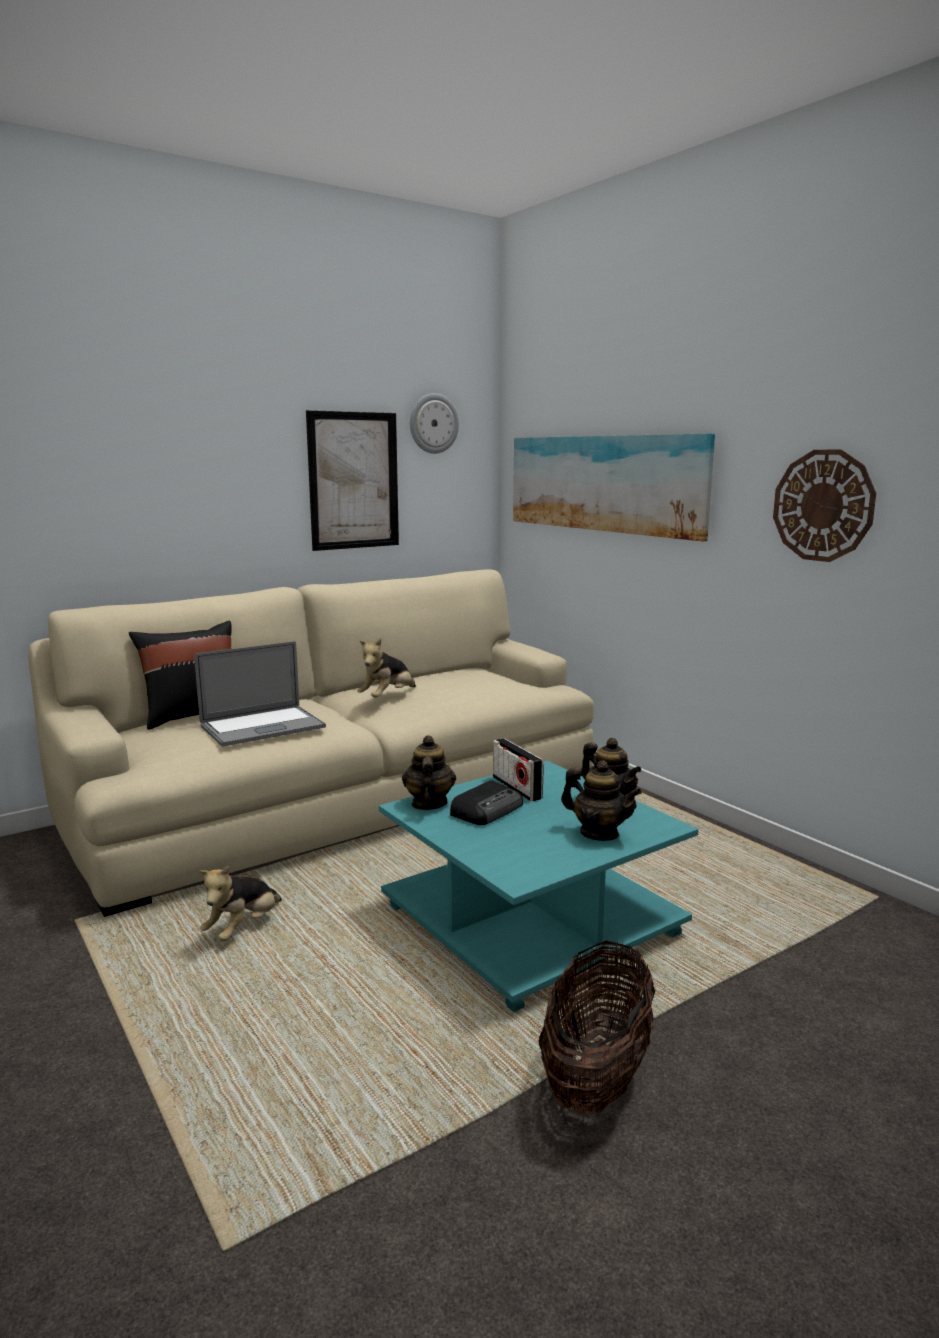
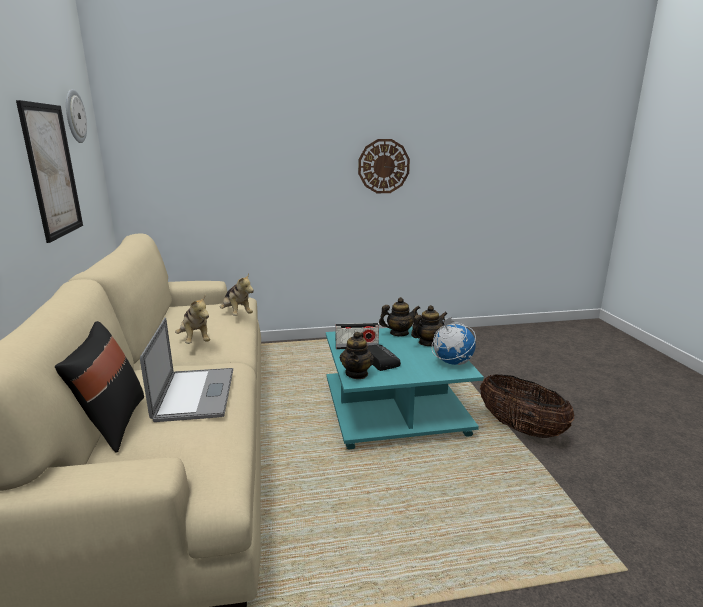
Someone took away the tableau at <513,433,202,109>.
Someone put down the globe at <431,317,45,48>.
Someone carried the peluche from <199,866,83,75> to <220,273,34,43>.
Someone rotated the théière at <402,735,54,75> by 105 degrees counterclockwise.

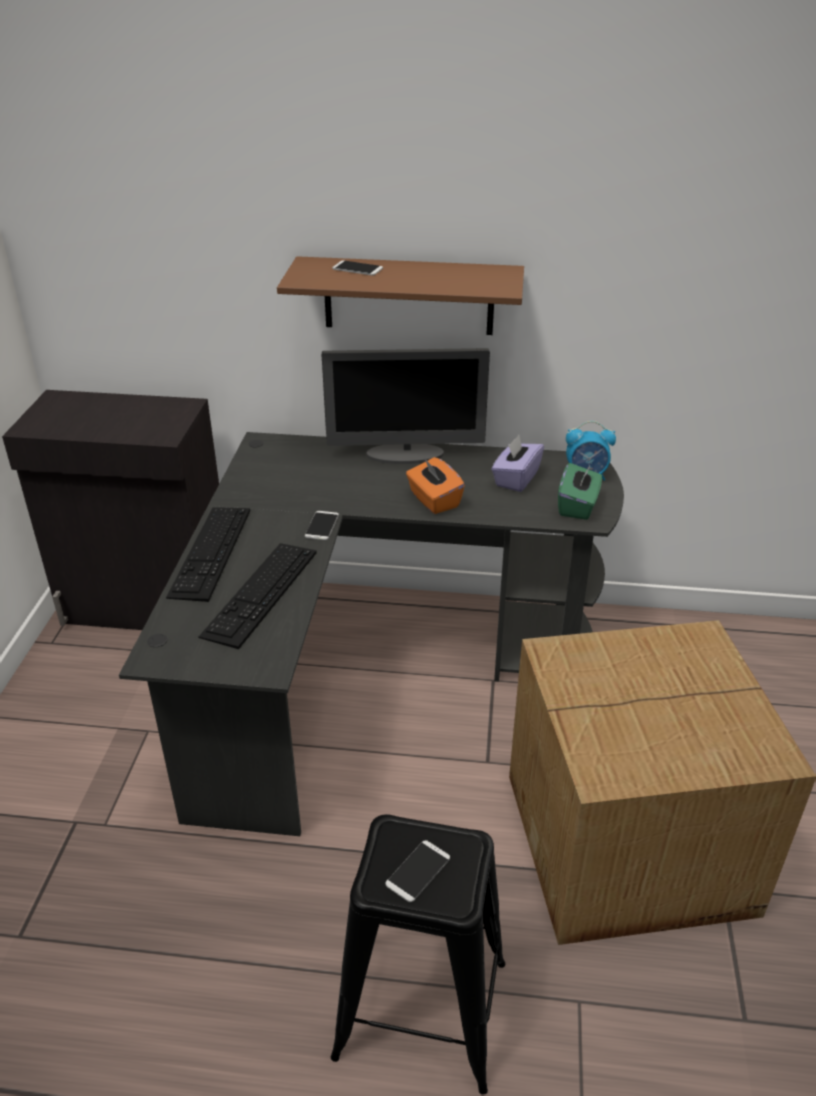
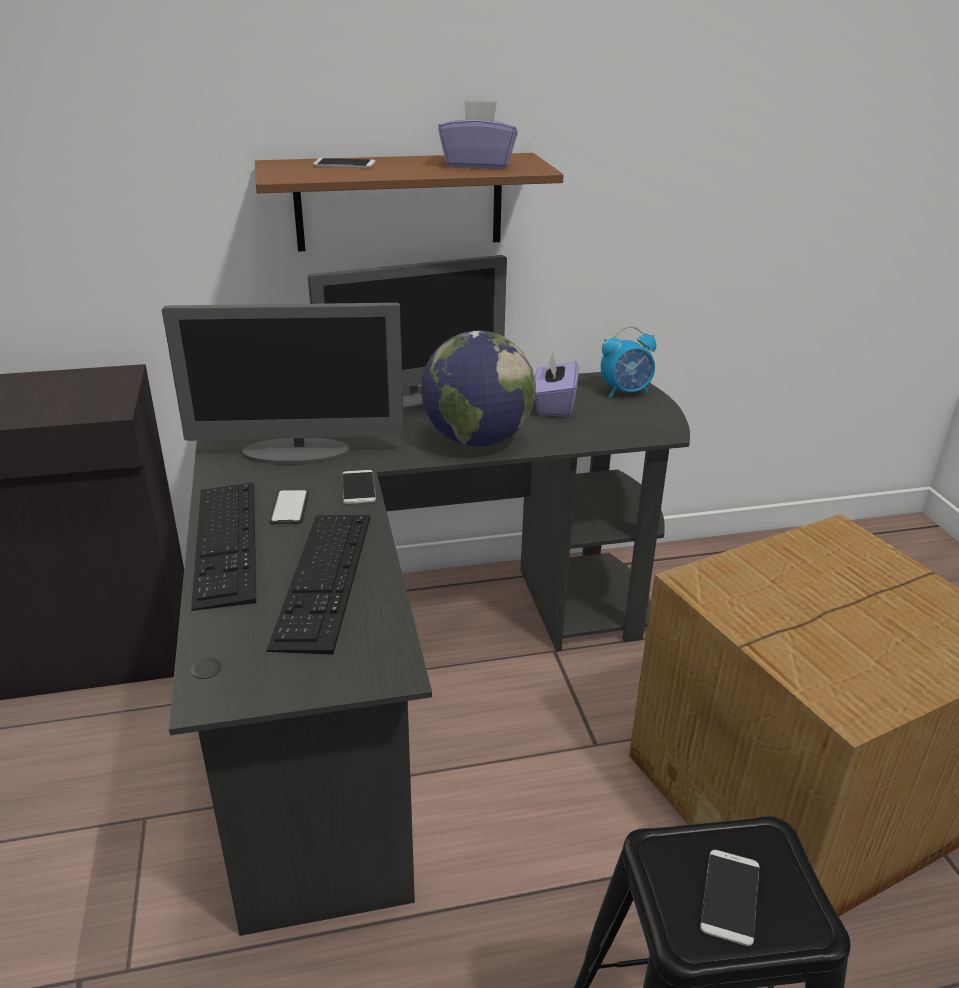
Someone took away the boîte à mouchoirs [vert] at <558,463,44,57>.
Someone put down the écran d'ordinateur at <162,303,242,162>.
Someone put down the téléphone at <269,489,40,35>.
Someone put down the boîte à mouchoirs [violet] at <438,100,80,69>.
Someone swapped the boîte à mouchoirs [orange] at <406,457,59,57> for the globe at <421,331,115,116>.

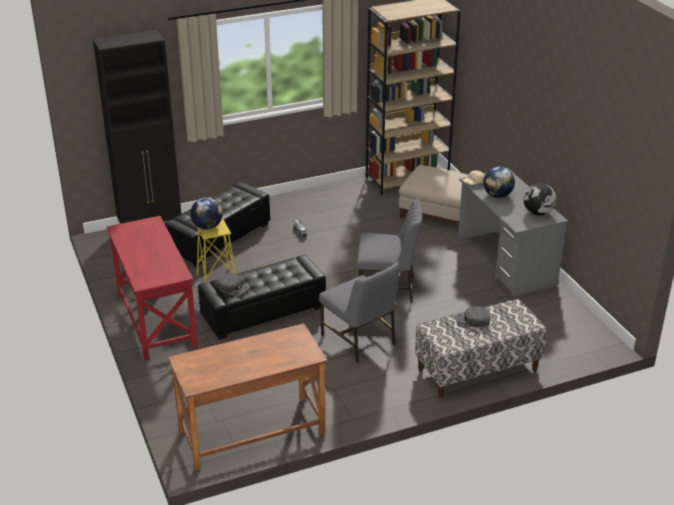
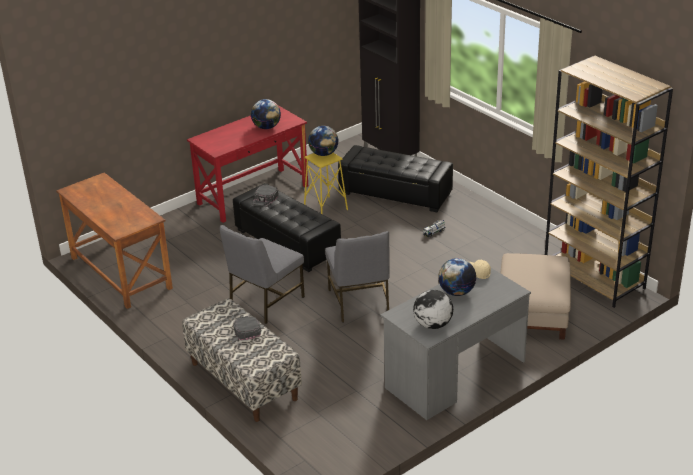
Someone put down the globe at <251,99,30,30>.

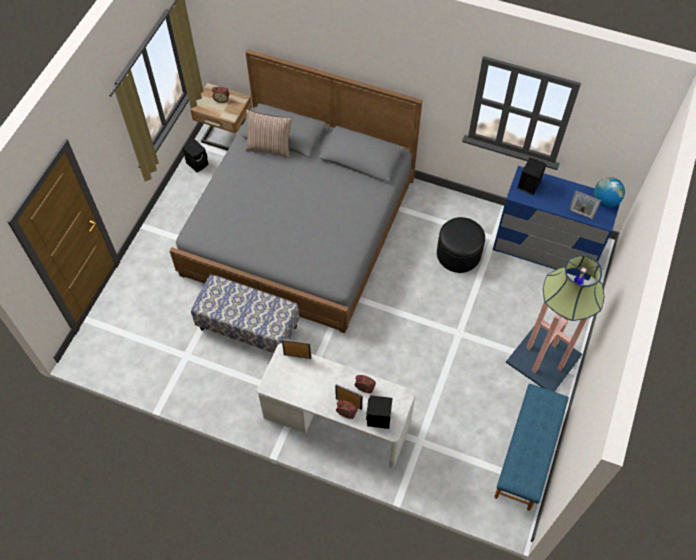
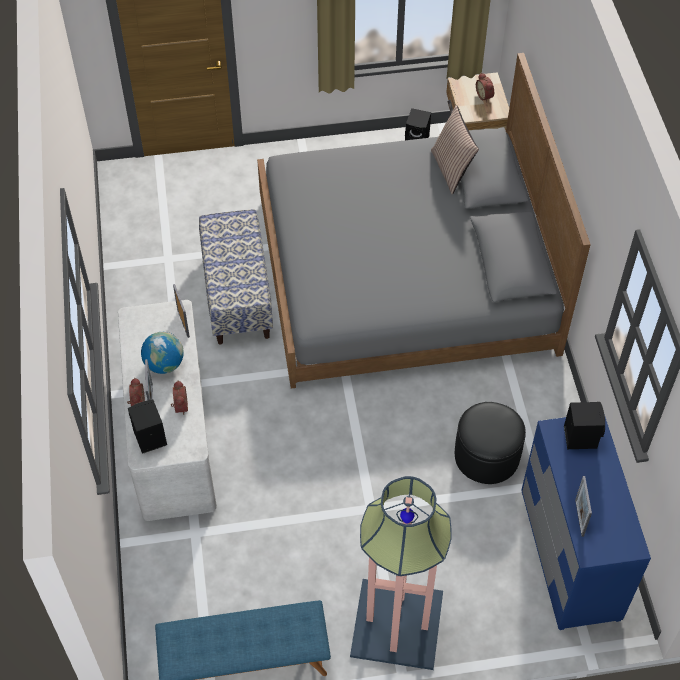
Someone carried the globe from <594,177,31,30> to <141,332,43,42>.

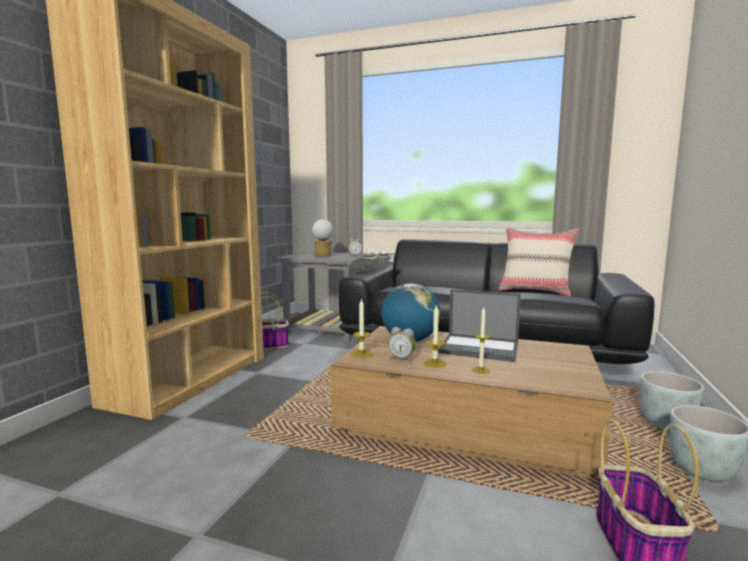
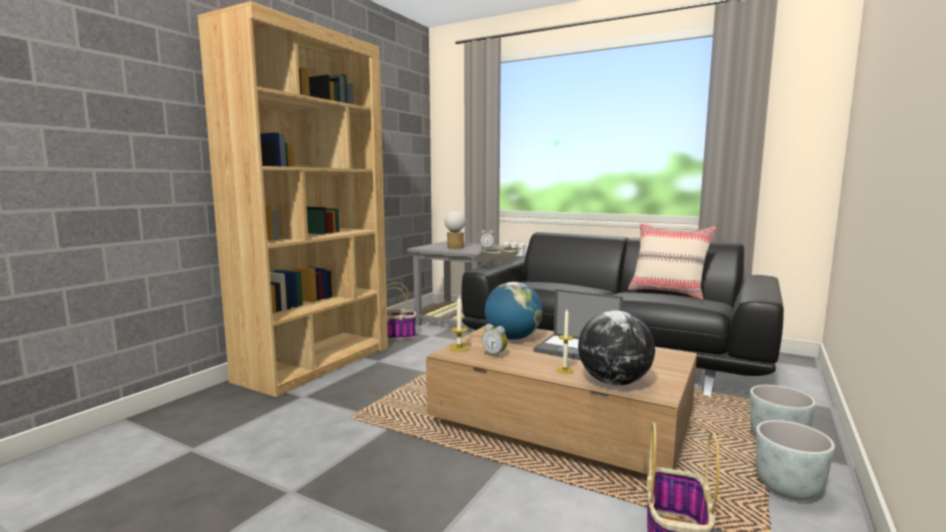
Someone took away the bougie at <424,304,22,64>.
Someone put down the globe at <578,310,77,76>.

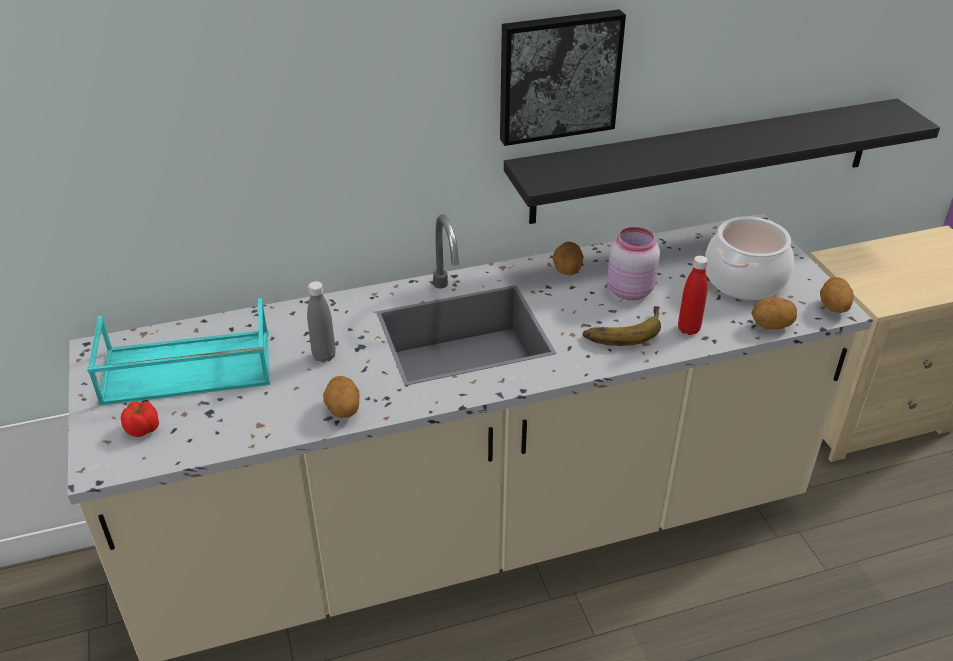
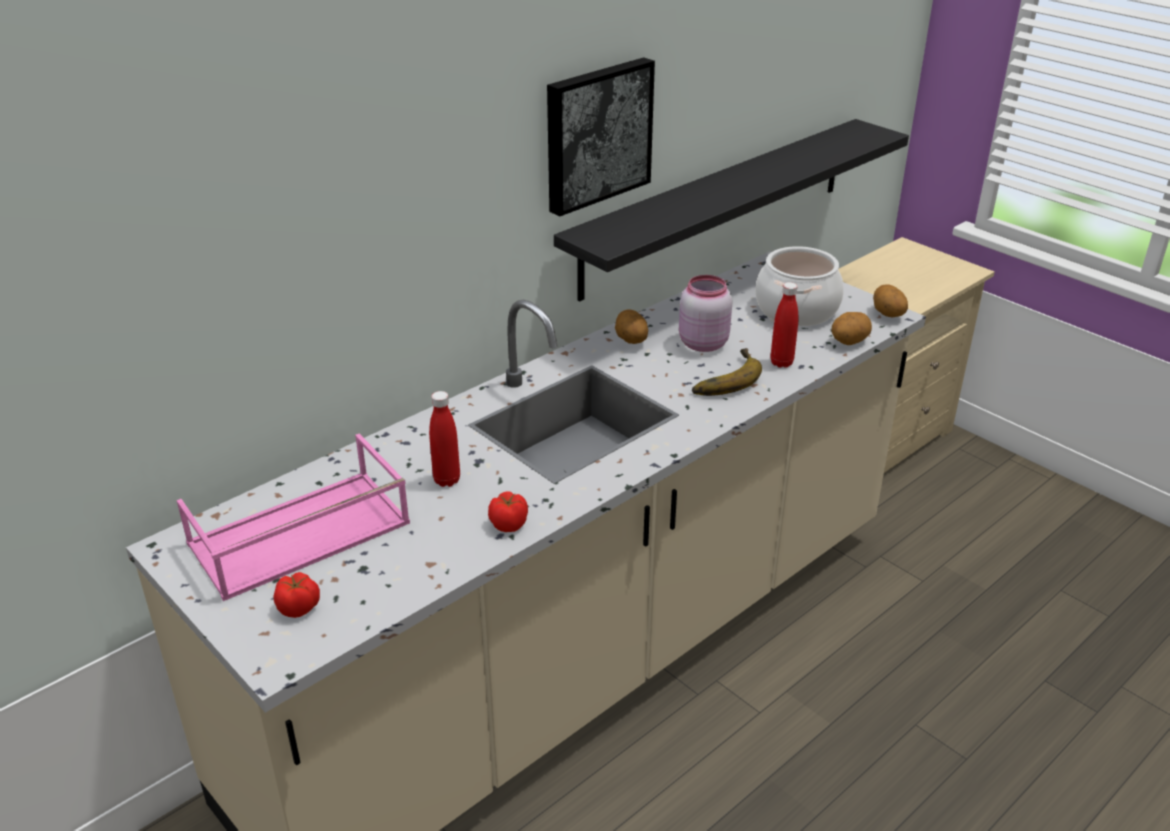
Someone swapped the pomme de terre at <323,376,36,42> for the tomate at <488,491,40,41>.
Someone repainted the plateau [turquoise] at <87,298,183,108>, which became the plateau [rose] at <177,434,233,167>.
Someone repainted the bouteille [gris] at <307,281,29,81>, which became the bouteille [rouge] at <429,391,31,96>.

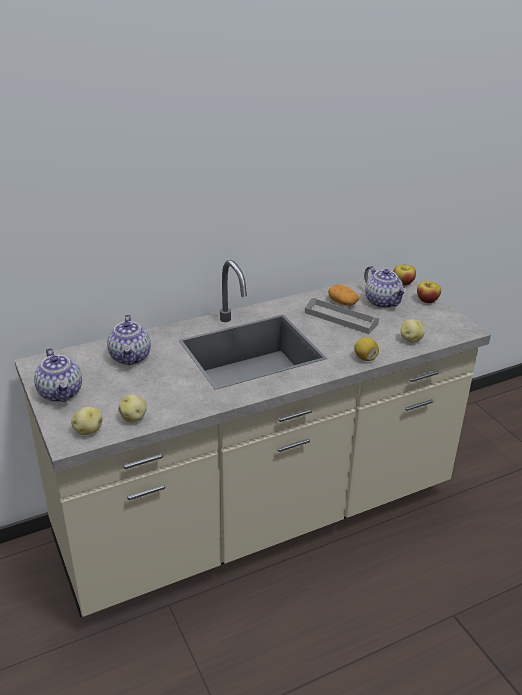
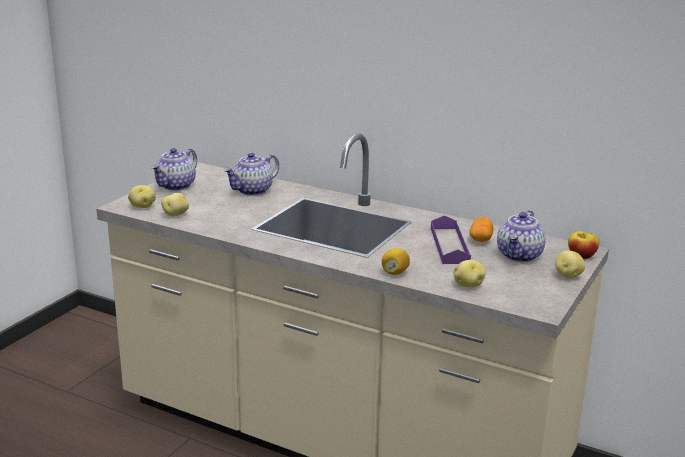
Someone swapped the pomme at <417,281,24,22> for the pomme de terre at <555,251,30,28>.
Someone repainted the plateau [gris] at <305,298,74,36>, which became the plateau [violet] at <431,215,40,49>.

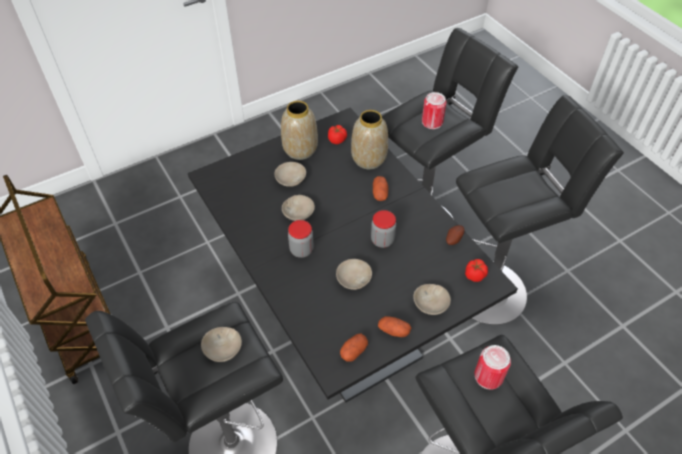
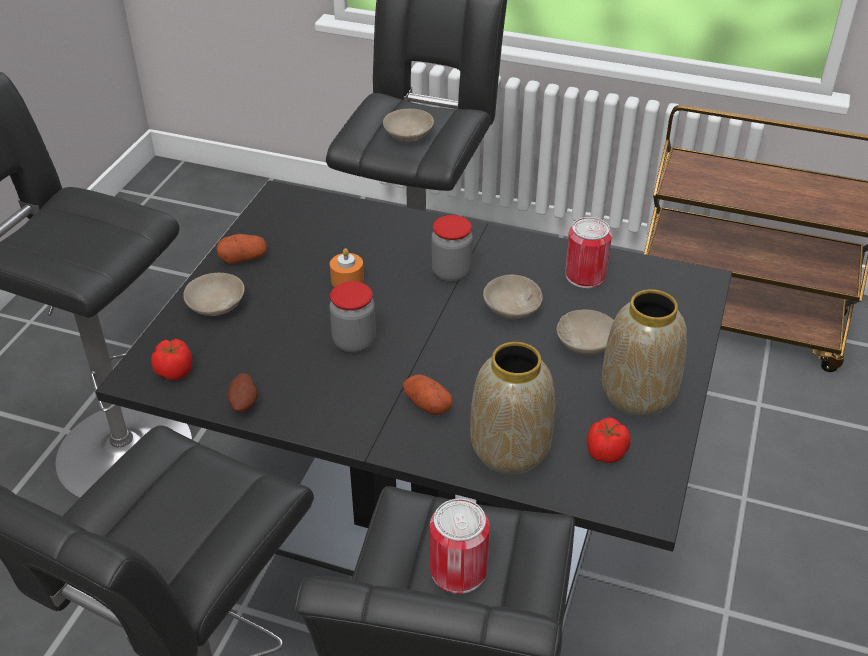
Someone took away the pomme de terre at <340,334,28,28>.
Someone carried the boîte métallique from <475,345,36,45> to <565,217,47,71>.
Someone swapped the bol [beige] at <336,259,36,31> for the bougie [orange] at <330,248,34,39>.

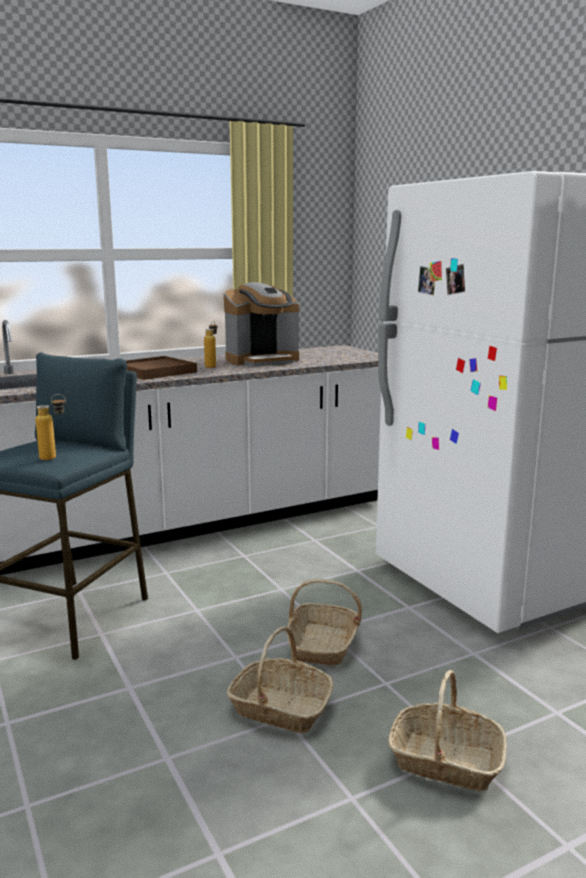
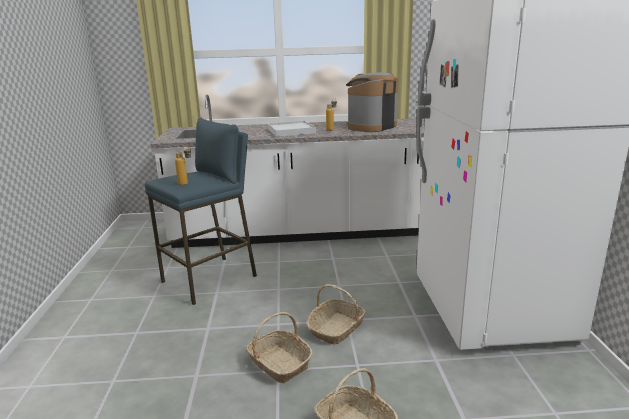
Someone repainted the plateau [marron] at <126,356,71,24>, which became the plateau [blanc] at <268,121,48,16>.
Someone rotated the machine à café at <224,282,75,84> by 135 degrees clockwise.

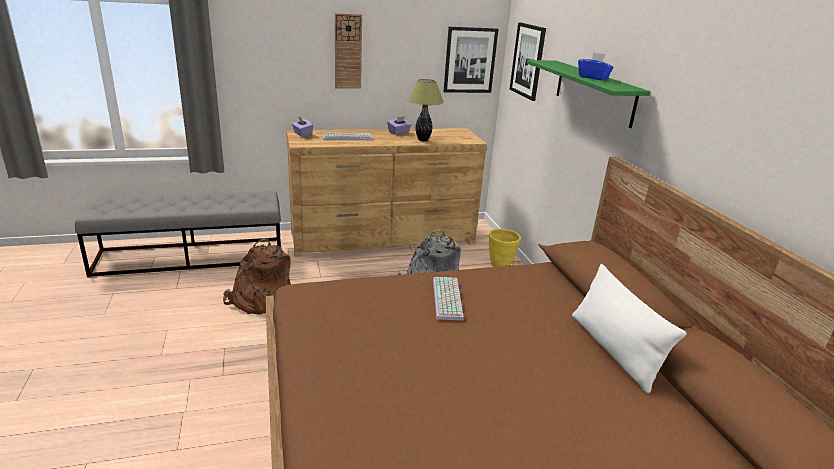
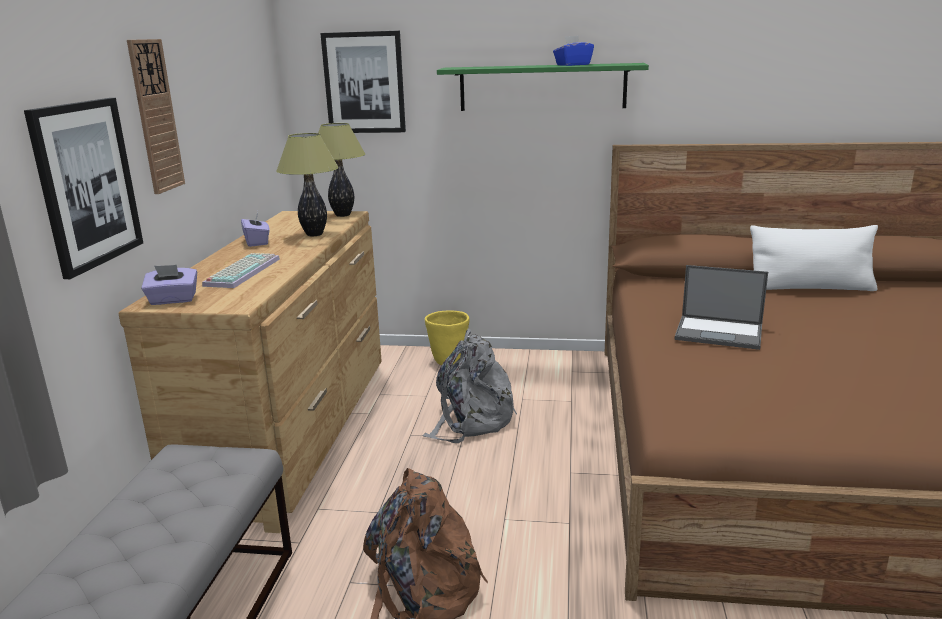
Someone put down the lampe de table at <318,123,47,94>.
Someone carried the tableau from <443,27,55,66> to <24,98,119,181>.
Someone swapped the clavier at <433,277,31,43> for the ordinateur portable at <674,265,94,85>.

